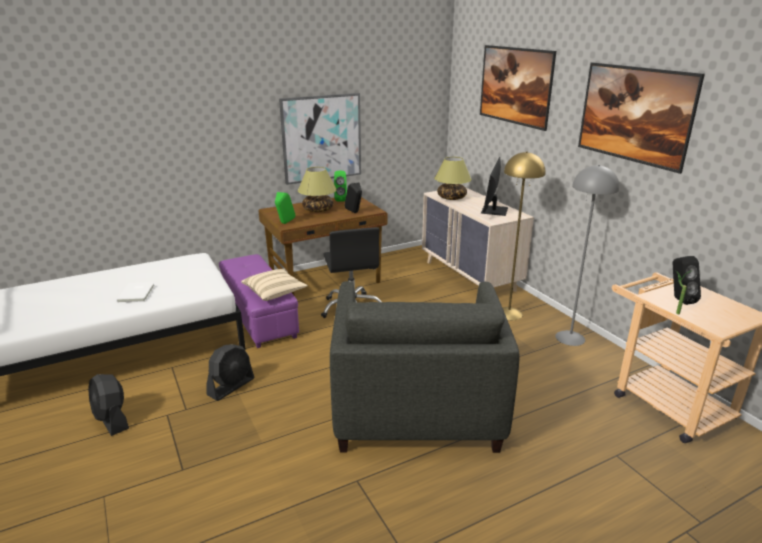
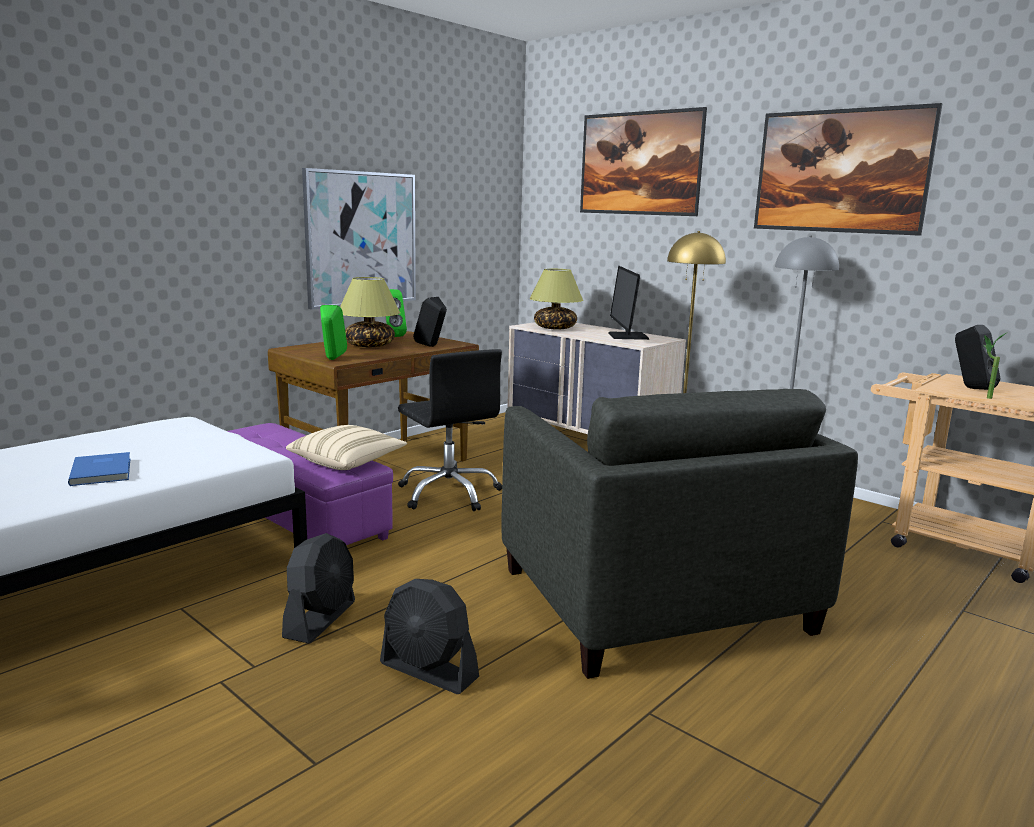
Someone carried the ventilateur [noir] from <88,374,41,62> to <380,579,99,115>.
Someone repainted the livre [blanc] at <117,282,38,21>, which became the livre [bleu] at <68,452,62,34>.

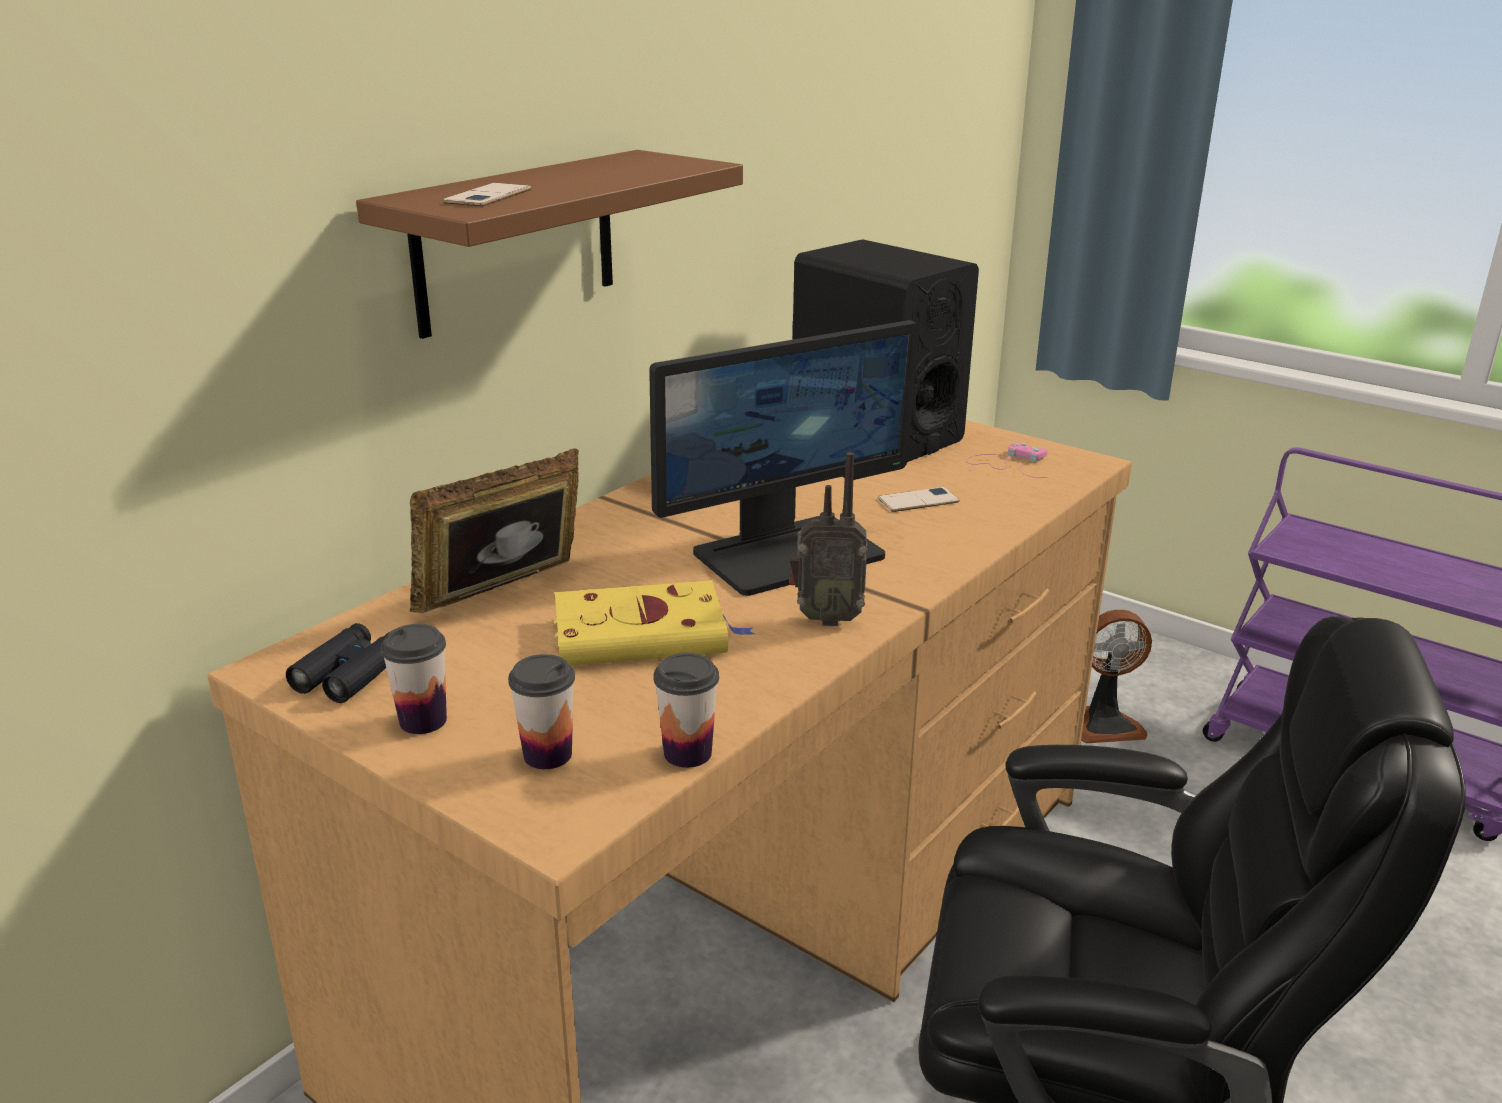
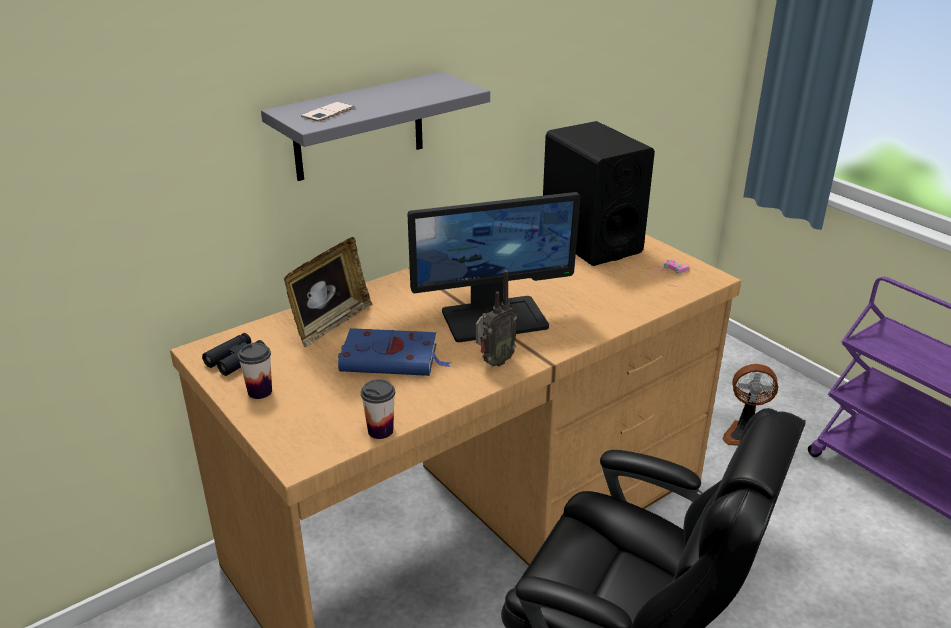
Someone took away the tasse at <508,654,67,115>.
Someone took away the téléphone at <878,487,82,25>.
Someone repainted the étagère [marron] at <356,150,387,189>, which became the étagère [gris] at <261,72,229,109>.
Someone repainted the livre [jaune] at <554,580,200,86>, which became the livre [bleu] at <338,328,113,48>.
Someone rotated the cadre photo at <410,448,169,165> by 150 degrees clockwise.
Someone rotated the radio at <789,452,79,174> by 60 degrees counterclockwise.

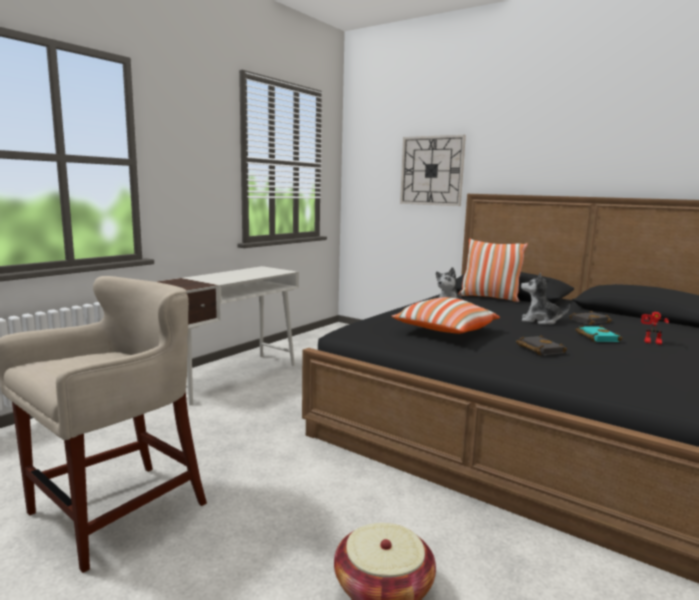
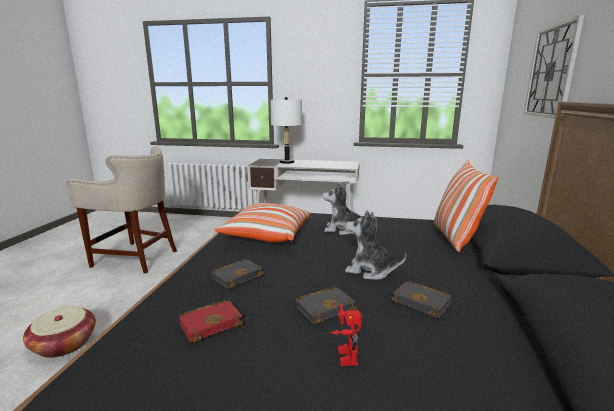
Someone put down the livre [rouge] at <179,300,64,43>.
Someone put down the lampe de table [blanc] at <270,97,32,67>.
Someone repainted the livre [turquoise] at <575,325,48,17>, which became the livre [noir] at <296,286,61,39>.
Someone rotated the peluche at <521,273,49,52> by 60 degrees counterclockwise.

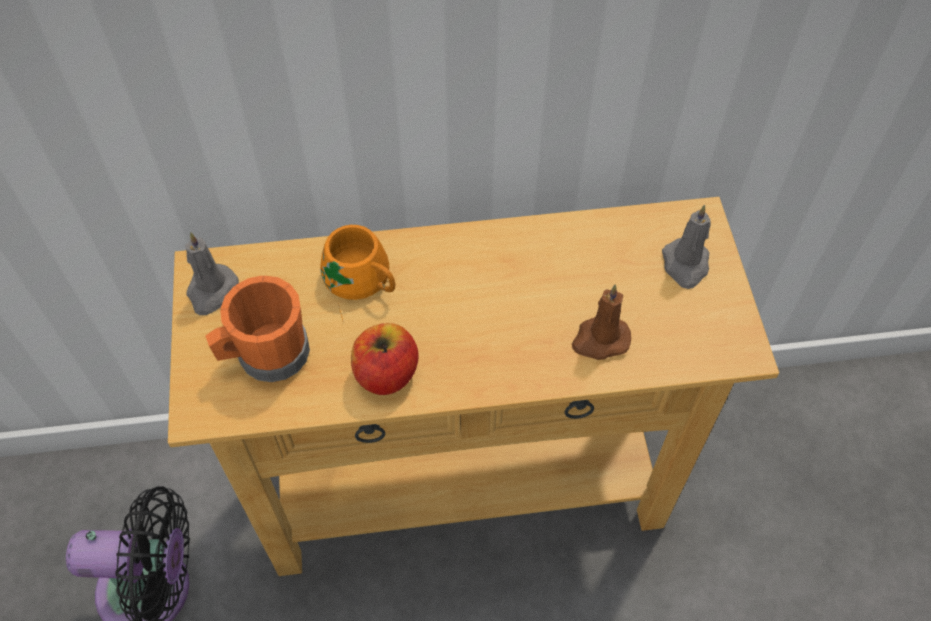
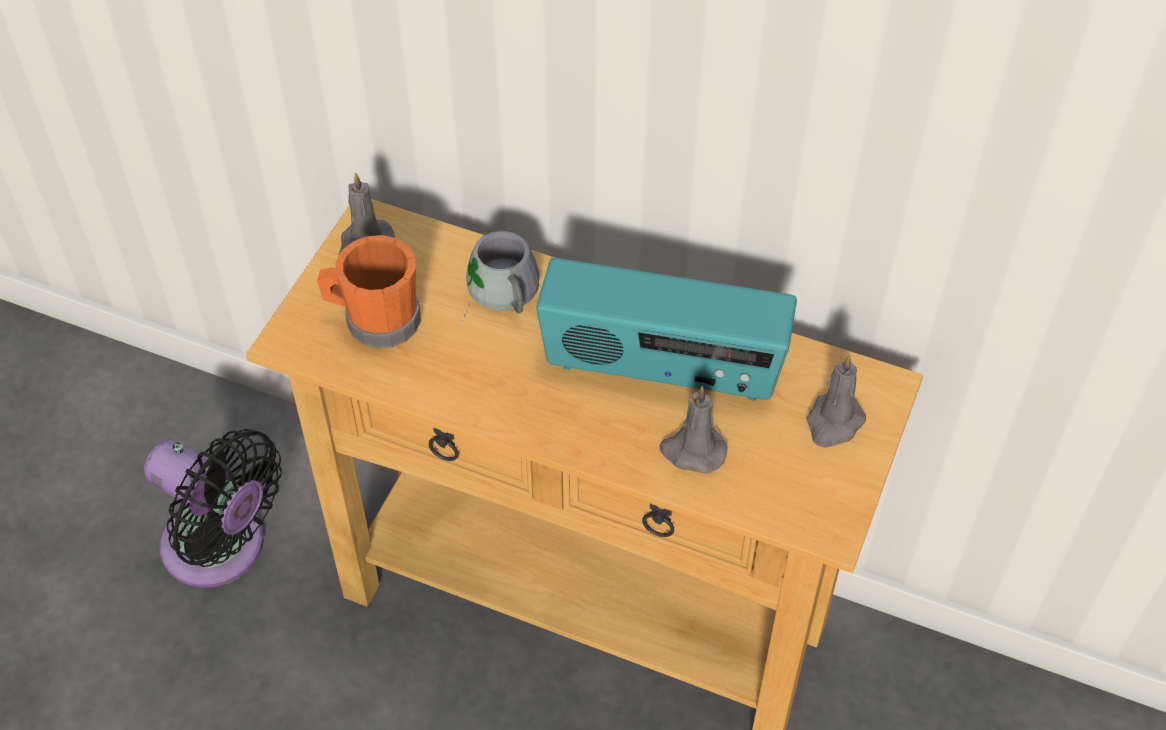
Someone took away the pomme at <351,323,68,72>.
Someone put down the radio at <536,258,261,143>.
Someone repainted the mug [orange] at <320,225,75,95>, which became the mug [gris] at <462,231,78,92>.
Someone repainted the bougie [marron] at <572,285,59,75>, which became the bougie [gris] at <659,386,69,88>.

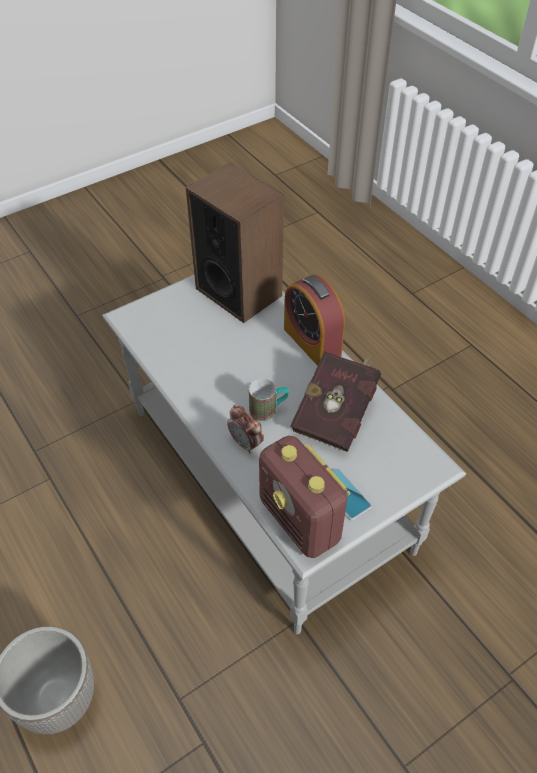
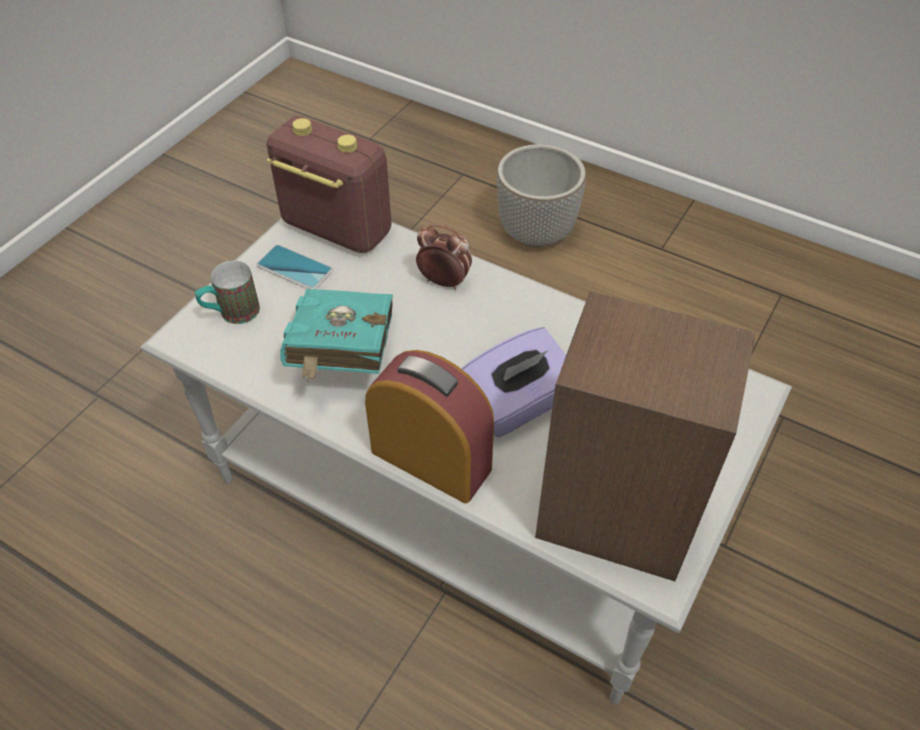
Someone put down the boîte à mouchoirs [violet] at <461,327,105,110>.
Someone carried the mug from <249,379,40,42> to <195,260,65,64>.
Someone repainted the livre [rouge] at <290,351,91,101>, which became the livre [turquoise] at <280,289,113,92>.

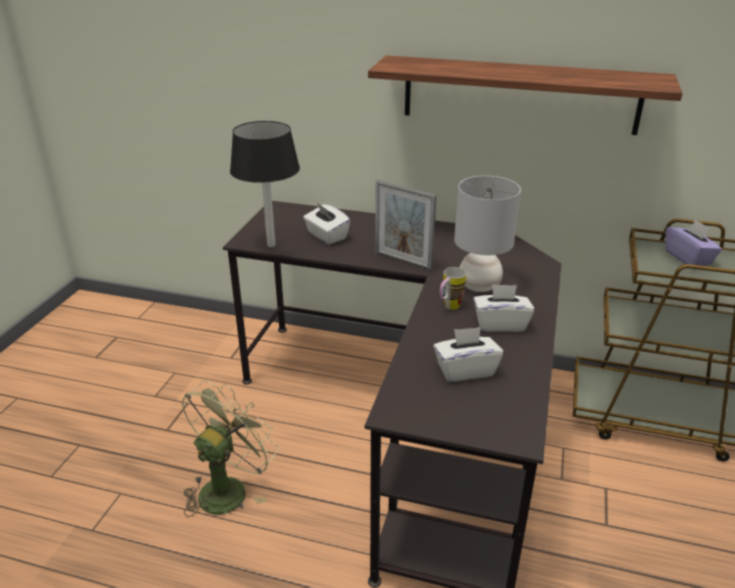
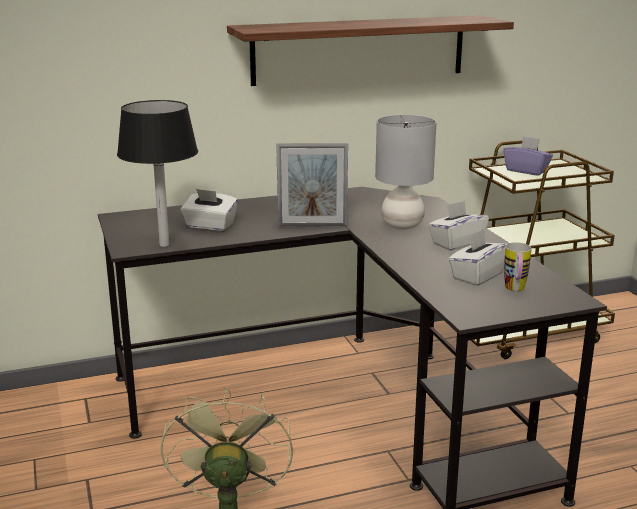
Someone carried the mug from <440,267,26,43> to <504,243,28,49>.

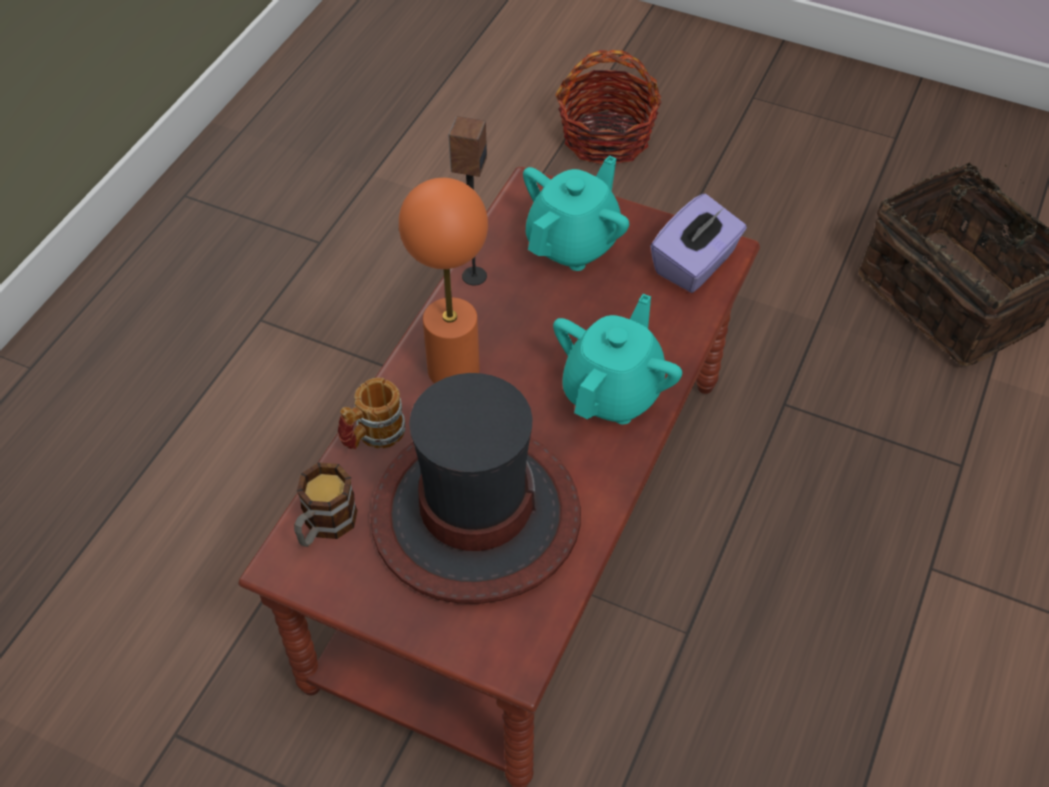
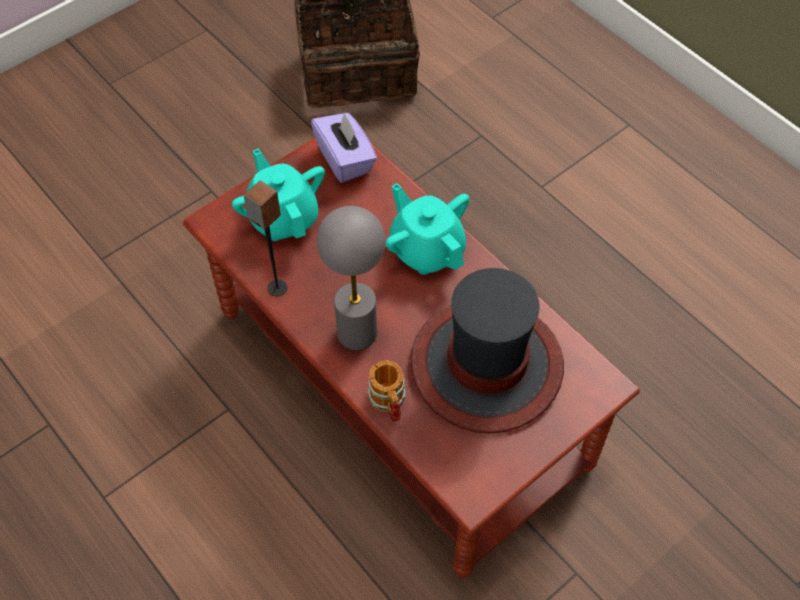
Someone took away the mug at <294,462,64,85>.
Someone took away the panier at <555,50,107,115>.
Someone repainted the lampe de table [orange] at <399,178,89,205>, which became the lampe de table [gris] at <317,206,69,144>.

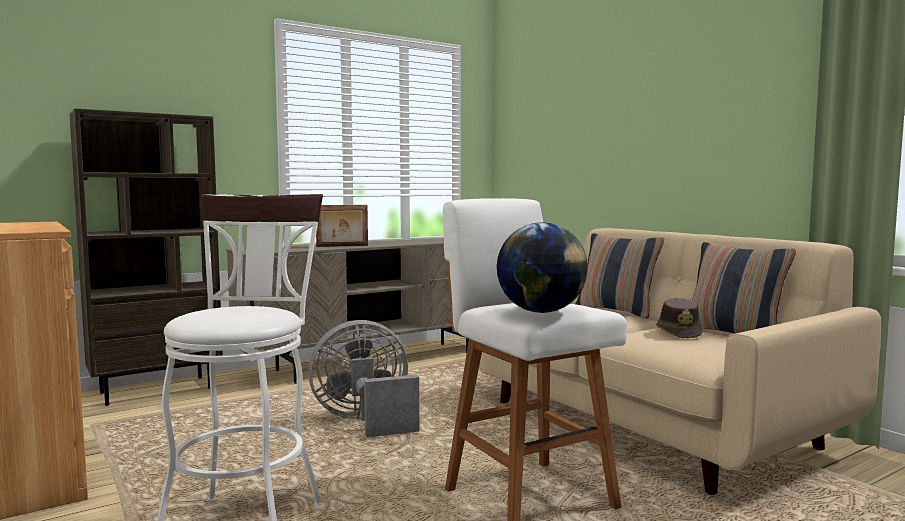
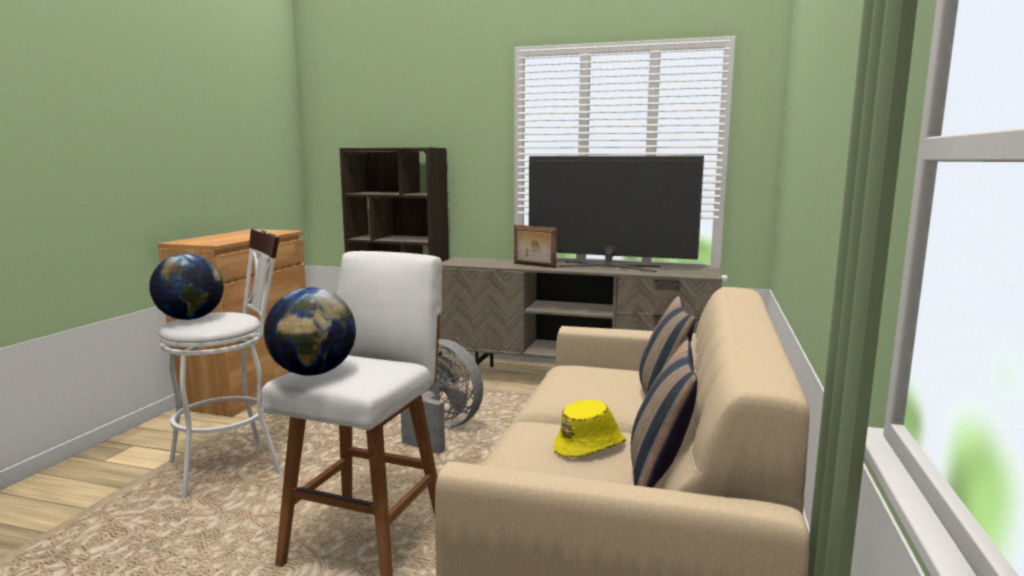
Someone put down the globe at <149,253,75,67>.
Someone put down the téléviseur at <529,156,175,116>.
Someone repainted the chapeau [marron] at <656,298,47,40>, which became the chapeau [jaune] at <554,400,72,57>.

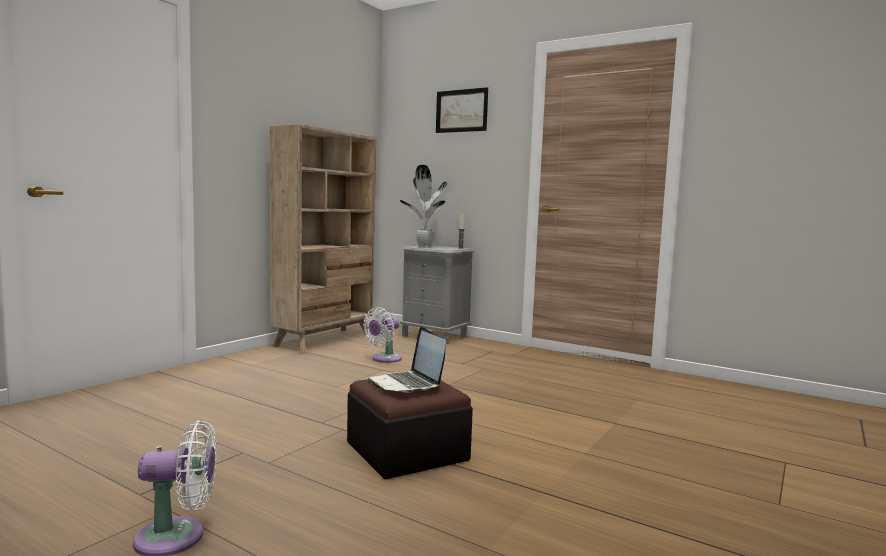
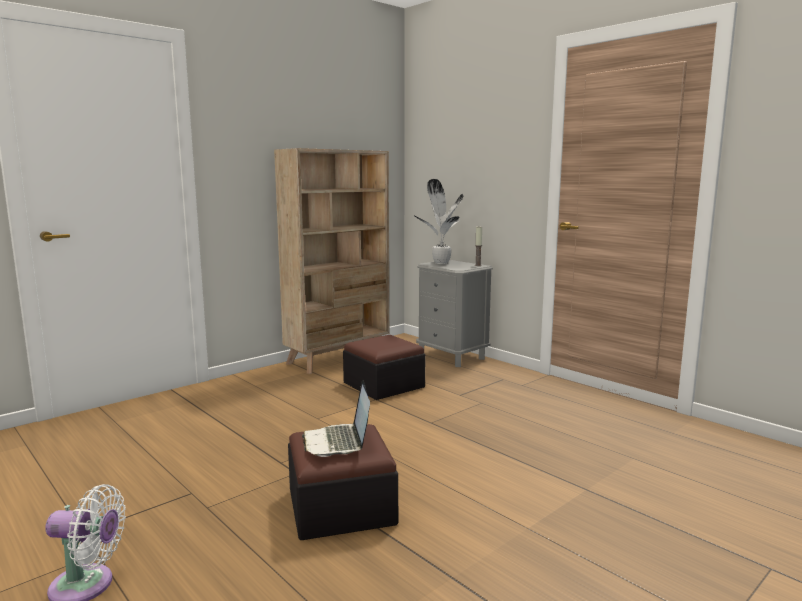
Someone took away the tableau at <436,87,52,46>.
Someone swapped the ventilateur [blanc] at <363,307,39,56> for the pouf at <343,335,82,65>.

